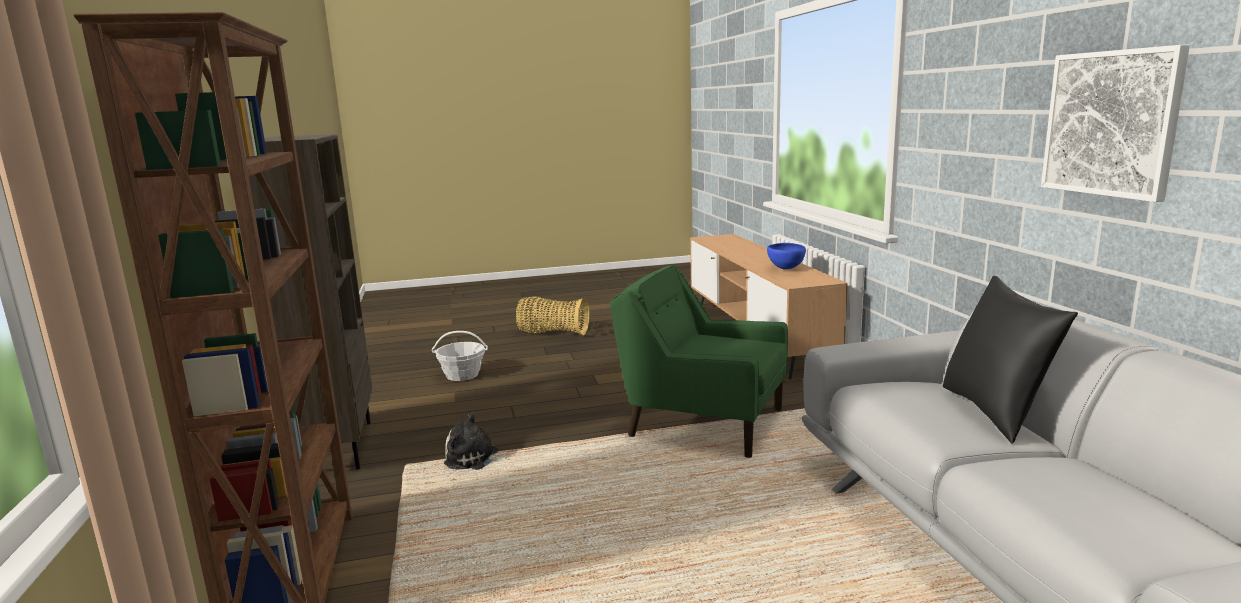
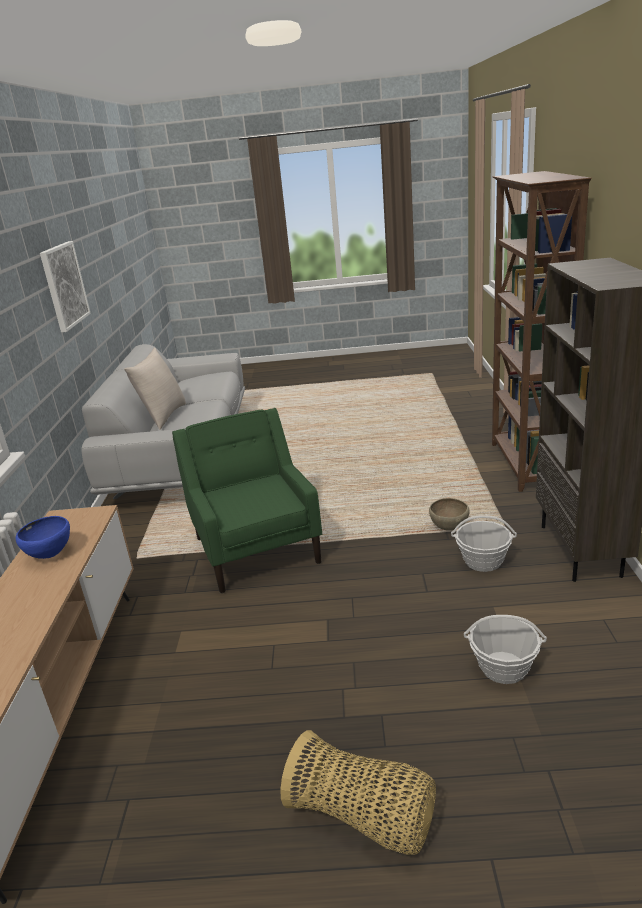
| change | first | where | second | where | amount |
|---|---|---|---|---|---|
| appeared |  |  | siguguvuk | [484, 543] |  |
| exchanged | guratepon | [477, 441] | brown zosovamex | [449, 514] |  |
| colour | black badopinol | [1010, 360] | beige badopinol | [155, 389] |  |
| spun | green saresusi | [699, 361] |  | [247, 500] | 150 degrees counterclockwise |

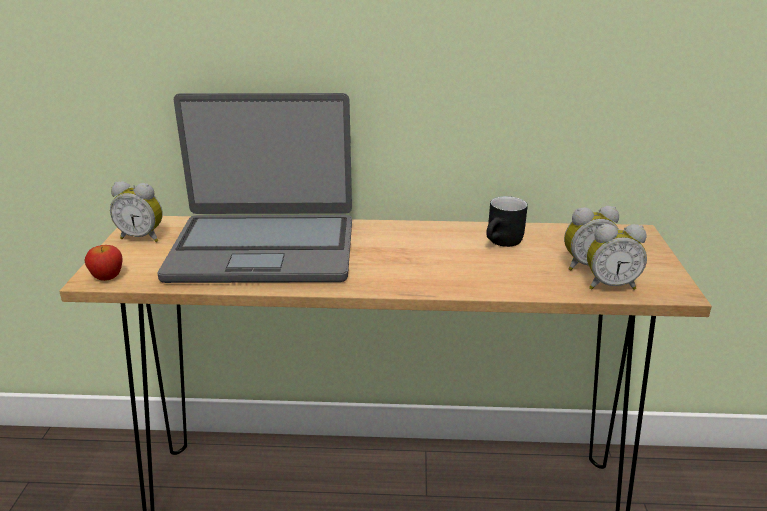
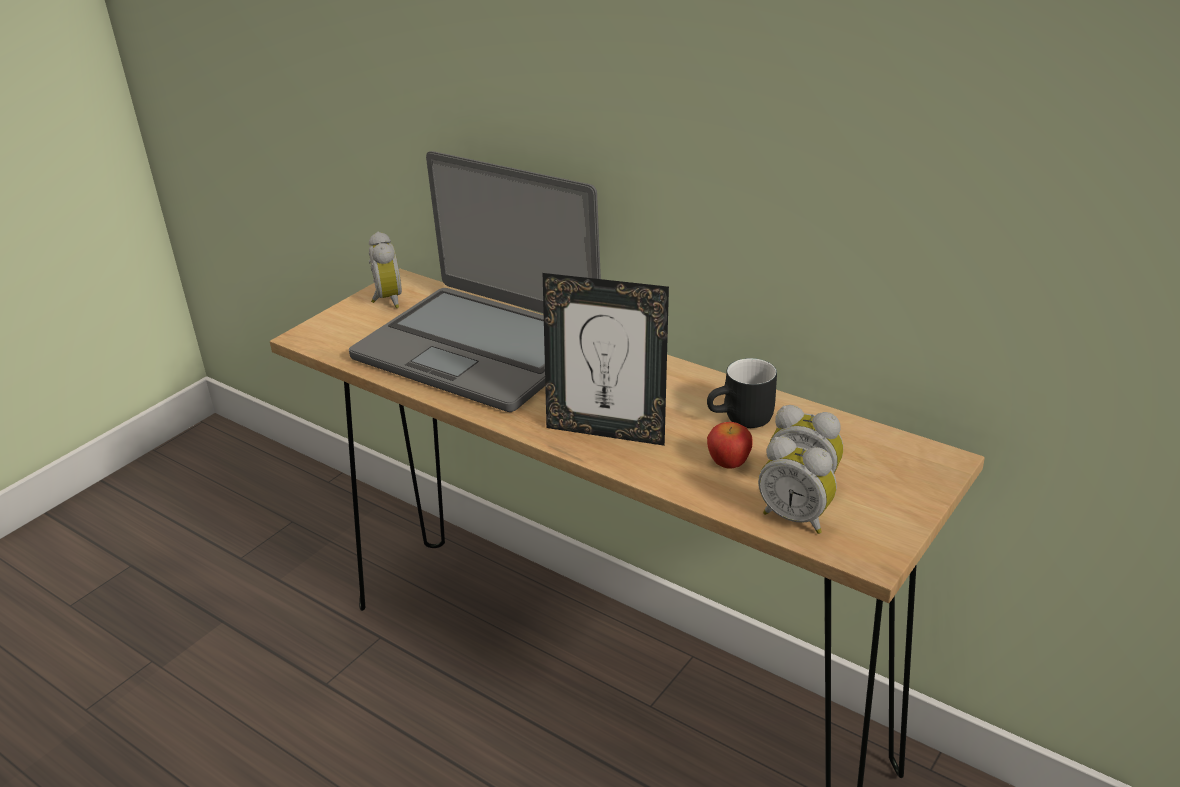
| change | first | where | second | where | amount |
|---|---|---|---|---|---|
| appeared |  |  | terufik | [606, 359] |  |
| relocated | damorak | [104, 263] |  | [730, 445] |  |
| spun | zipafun | [136, 211] |  | [385, 269] | 150 degrees counterclockwise |

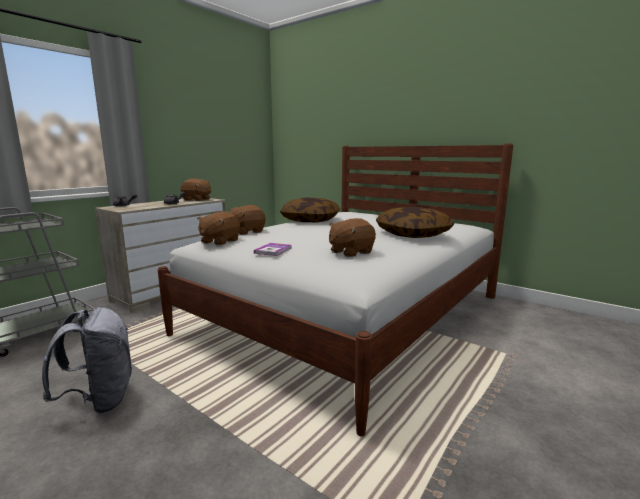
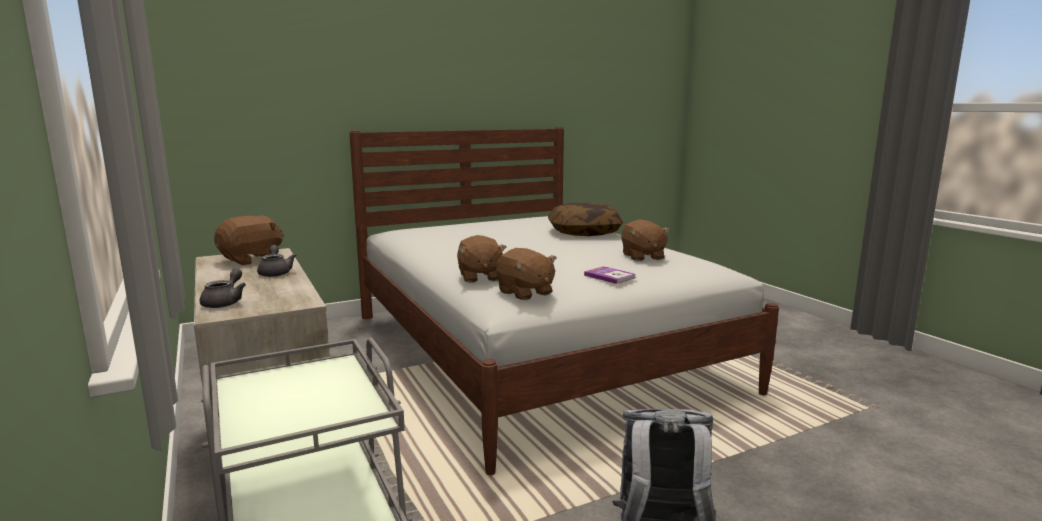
| change | first | where | second | where | amount |
|---|---|---|---|---|---|
| missing | badopinol | [310, 210] |  |  |  |

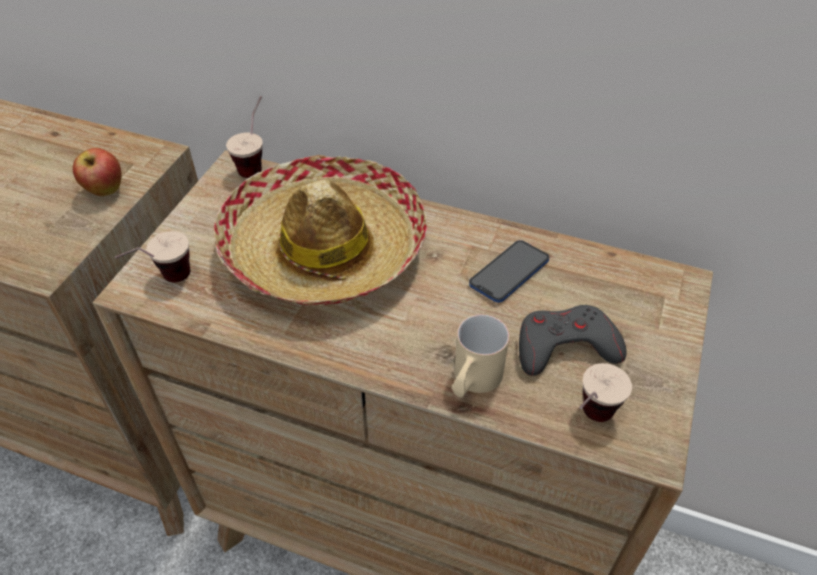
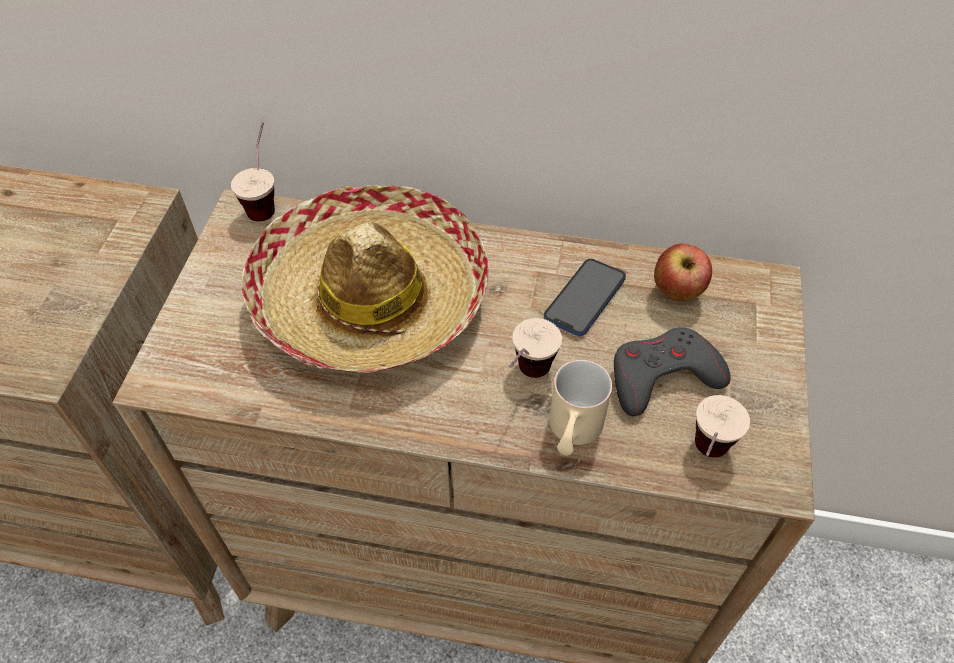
| change | first | where | second | where | amount |
|---|---|---|---|---|---|
| relocated | damorak | [97, 172] |  | [683, 272] |  |
| relocated | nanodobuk | [152, 257] |  | [535, 348] |  |

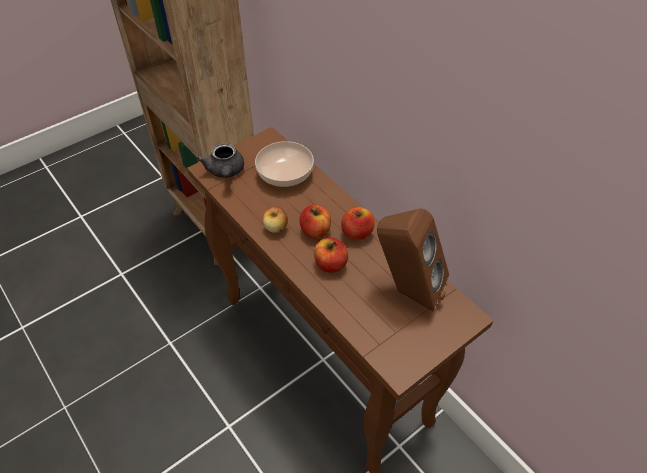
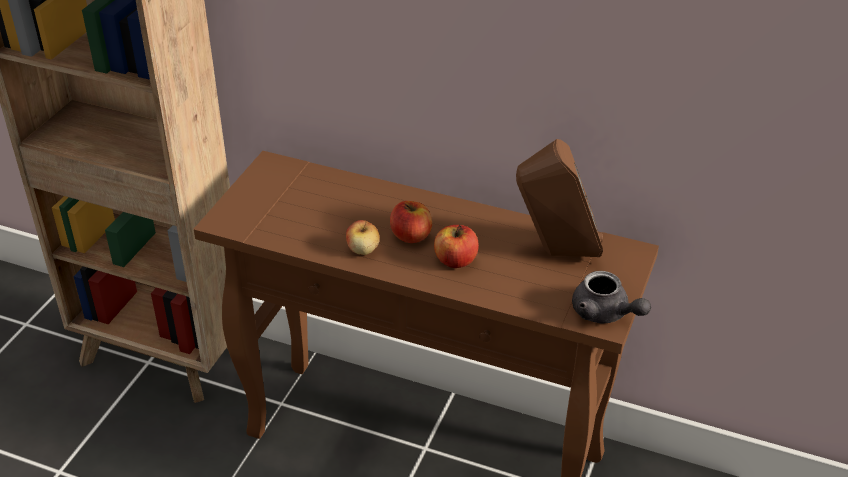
| change | first | where | second | where | amount |
|---|---|---|---|---|---|
| missing | zosovamex | [284, 164] |  |  |  |
| missing | damorak | [358, 224] |  |  |  |
| relocated | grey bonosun | [220, 160] |  | [611, 297] |  |

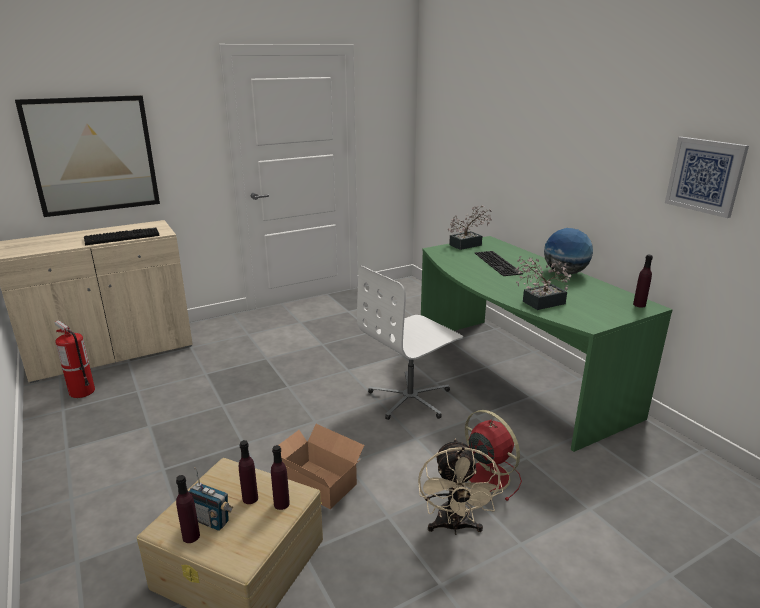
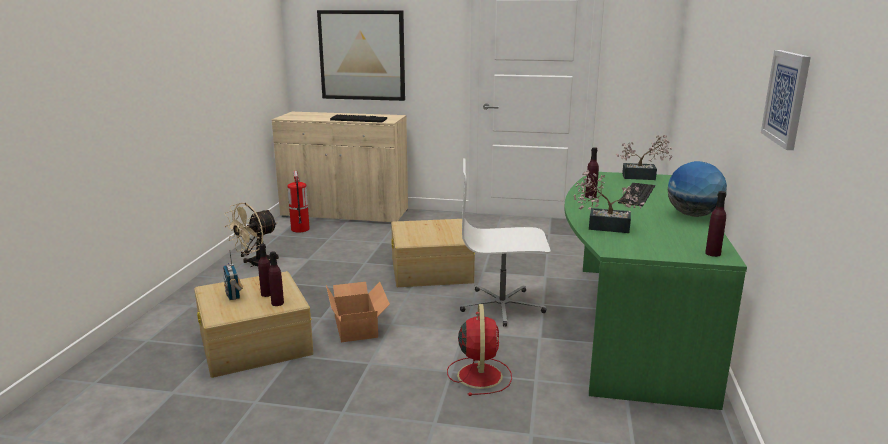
| change | first | where | second | where | amount |
|---|---|---|---|---|---|
| appeared |  |  | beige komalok | [433, 253] |  |
| relocated | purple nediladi | [188, 509] |  | [592, 173] |  |
| relocated | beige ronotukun | [460, 487] |  | [251, 235] |  |

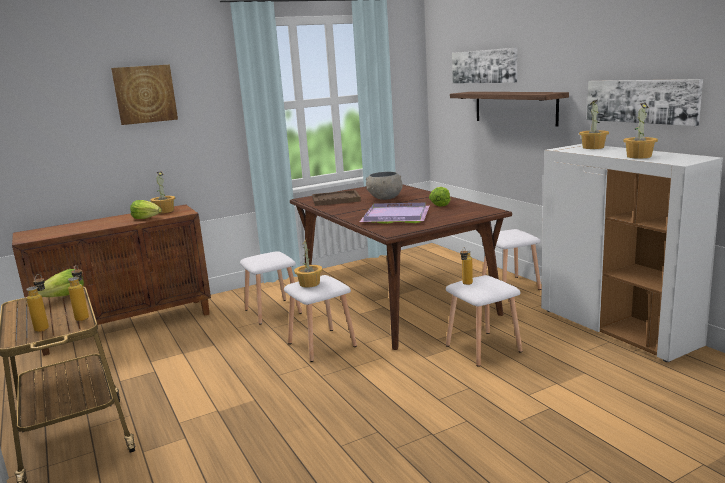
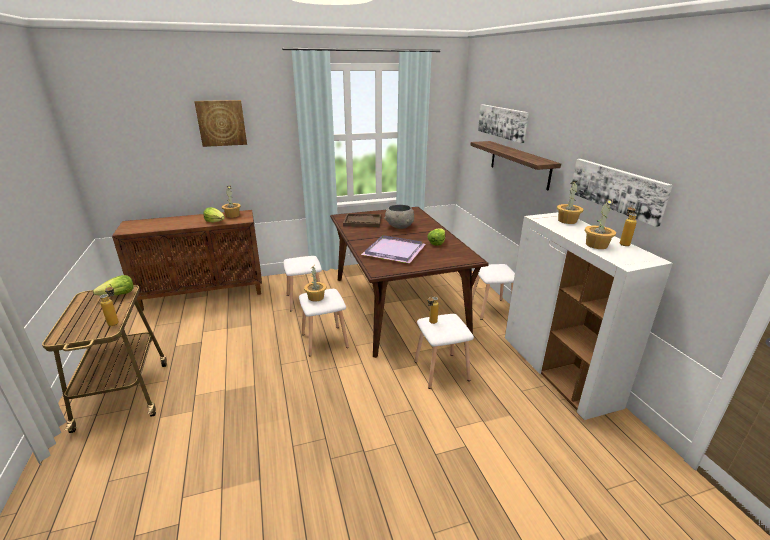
| change | first | where | second | where | amount |
|---|---|---|---|---|---|
| relocated | nediladi | [37, 303] |  | [628, 225] |  |

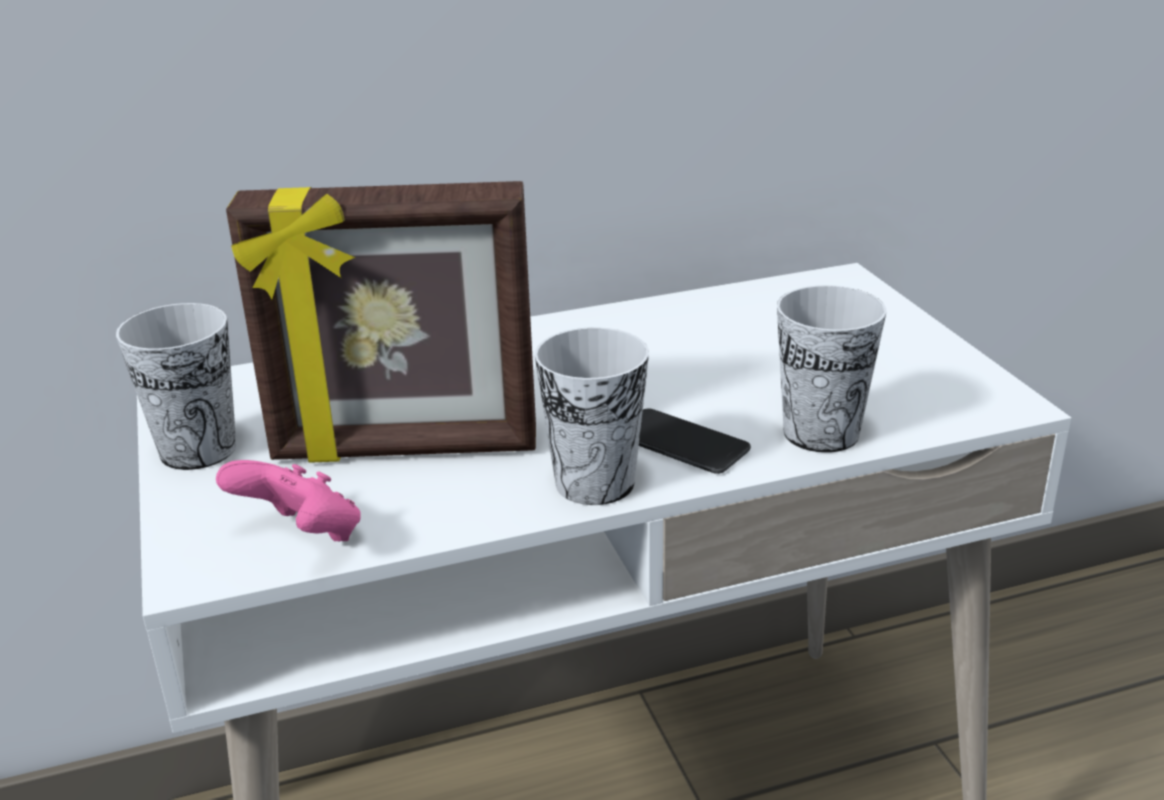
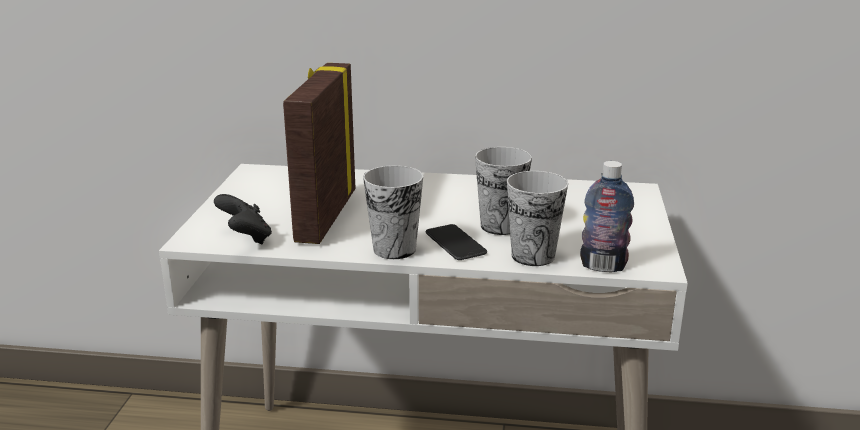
| change | first | where | second | where | amount |
|---|---|---|---|---|---|
| appeared |  |  | nediladi | [607, 216] |  |
| relocated | nanodobuk | [176, 386] |  | [503, 191] |  |
| colour | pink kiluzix | [288, 500] | black kiluzix | [243, 219] |  |
| spun | terufik | [381, 322] |  | [319, 153] | 75 degrees clockwise |

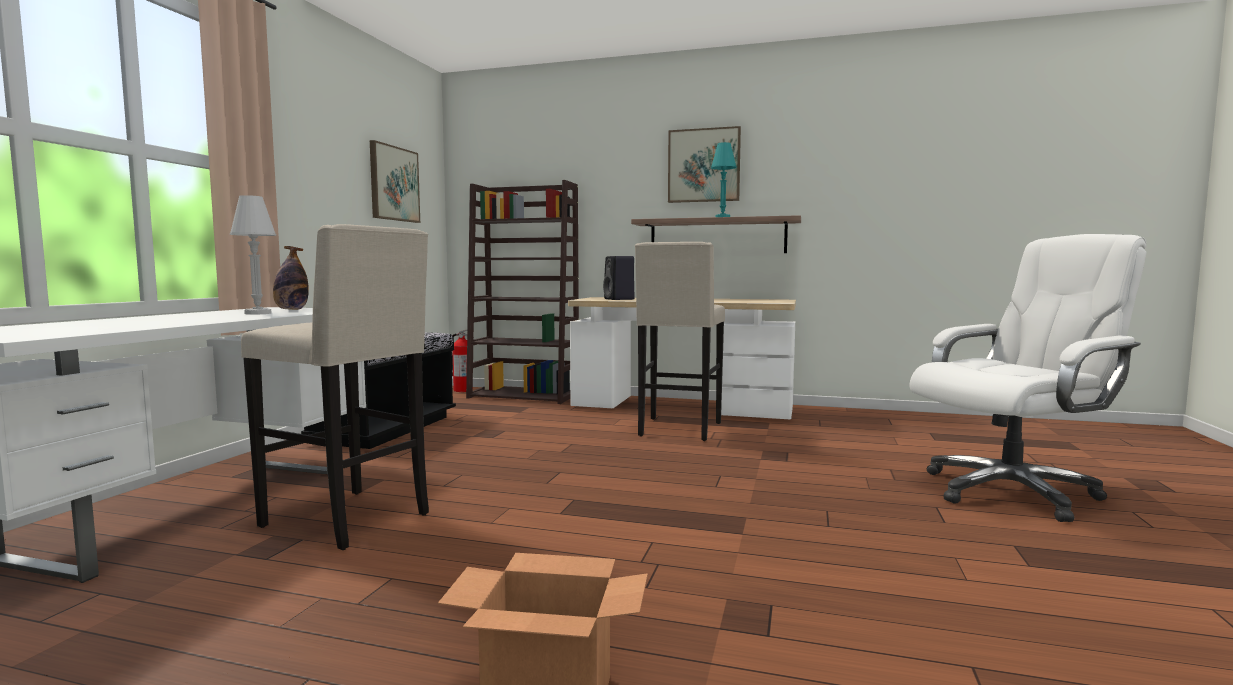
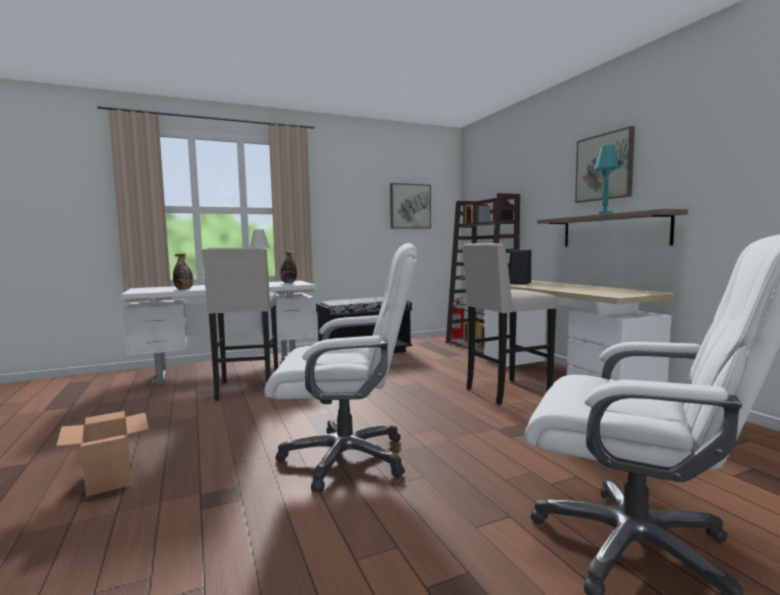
| change | first | where | second | where | amount |
|---|---|---|---|---|---|
| appeared |  |  | nediladi | [183, 272] |  |
| appeared |  |  | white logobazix | [341, 367] |  |

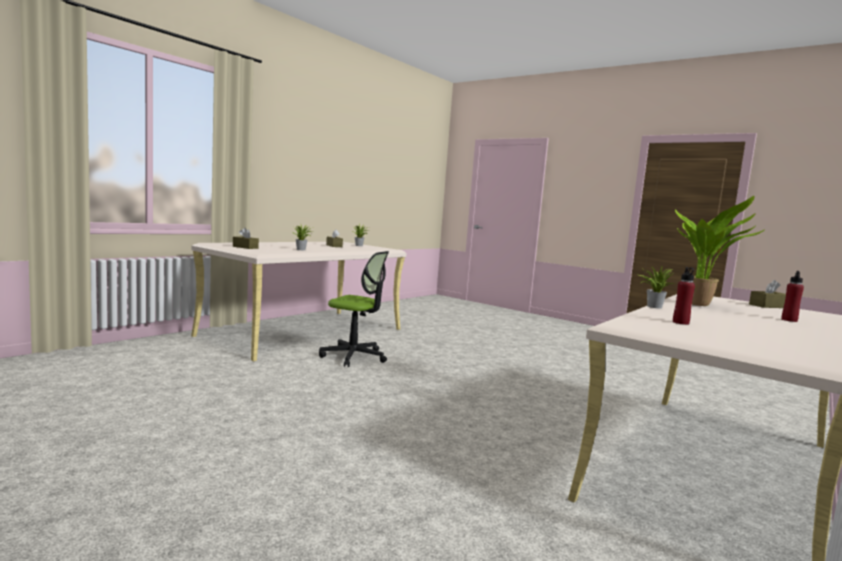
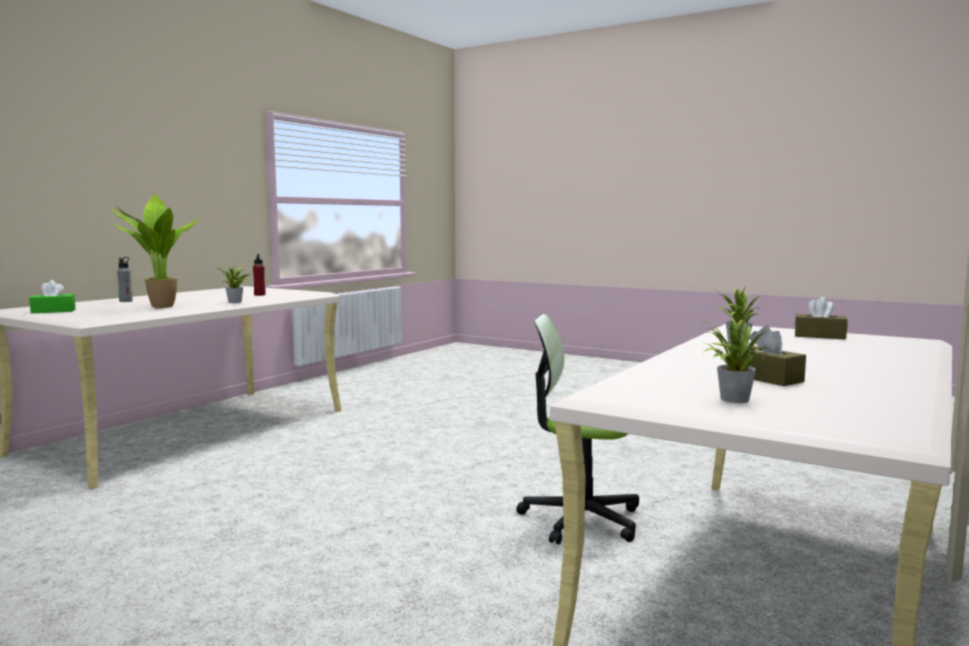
| change | first | where | second | where | amount |
|---|---|---|---|---|---|
| colour | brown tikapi | [767, 294] | green tikapi | [52, 296] |  |
| colour | red nediladi | [792, 296] | grey nediladi | [124, 279] |  |

